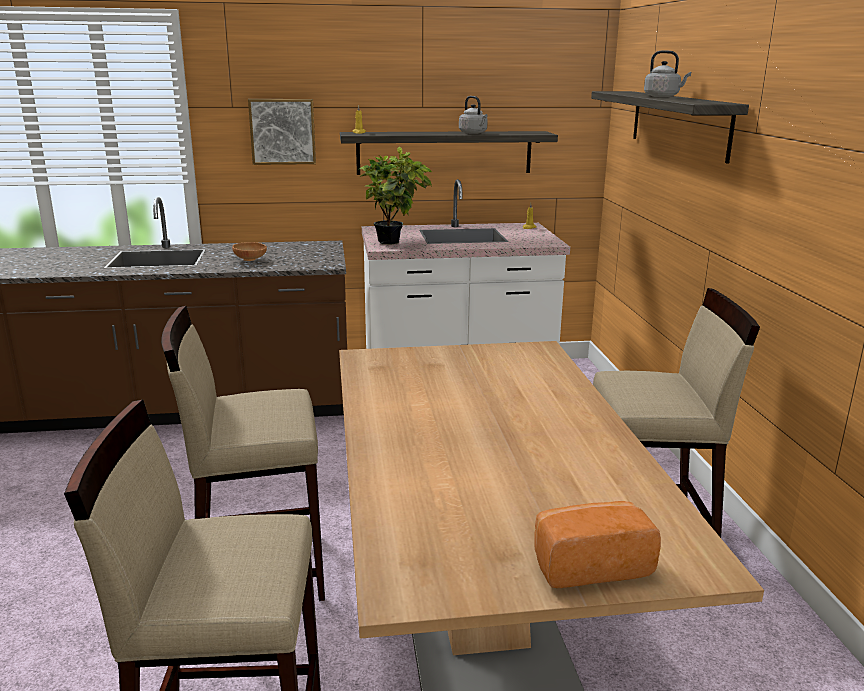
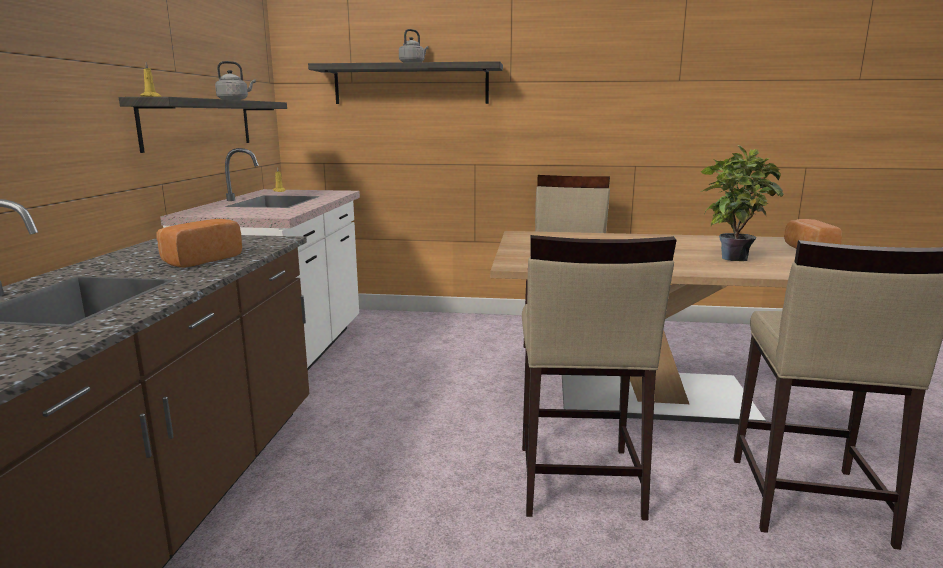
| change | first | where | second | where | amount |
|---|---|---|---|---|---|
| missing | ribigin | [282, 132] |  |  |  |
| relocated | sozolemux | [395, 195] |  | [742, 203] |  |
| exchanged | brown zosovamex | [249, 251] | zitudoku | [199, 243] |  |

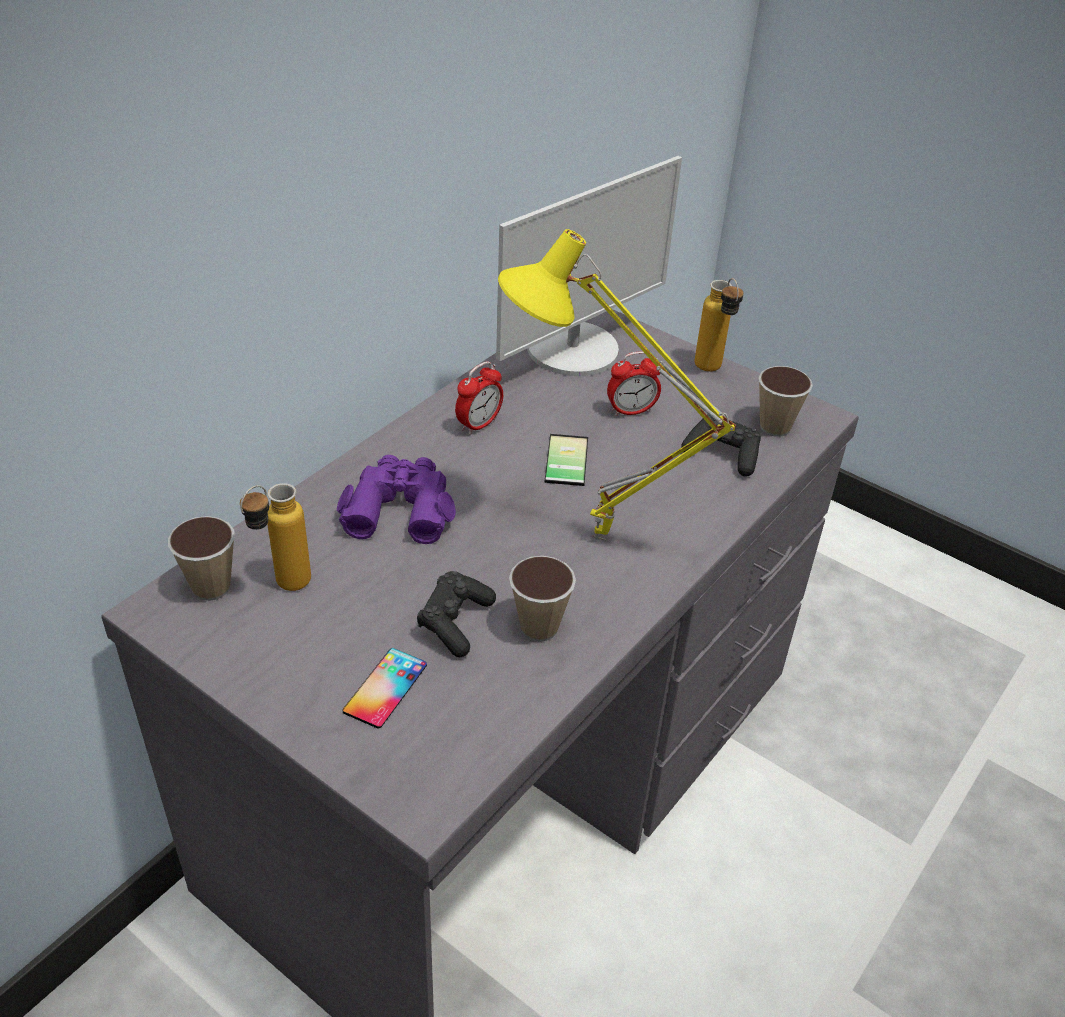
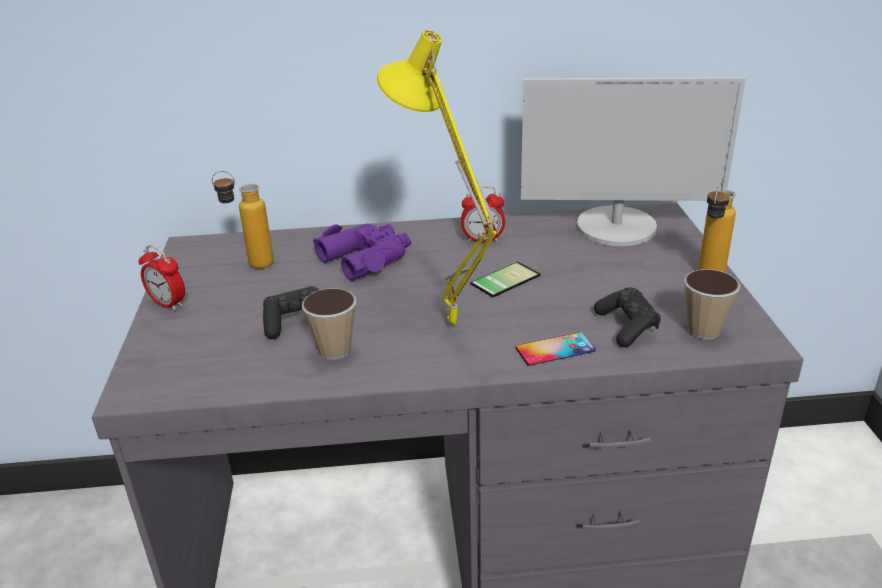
| change | first | where | second | where | amount |
|---|---|---|---|---|---|
| missing | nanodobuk | [201, 558] |  |  |  |
| relocated | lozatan | [384, 688] |  | [556, 349] |  |
| relocated | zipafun | [634, 383] |  | [161, 278] |  |

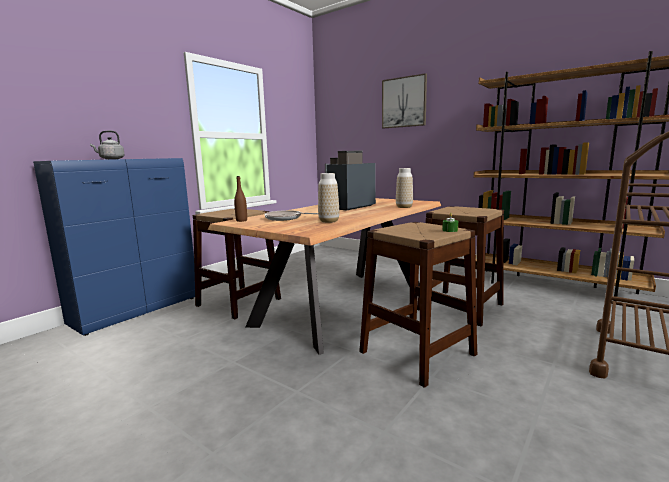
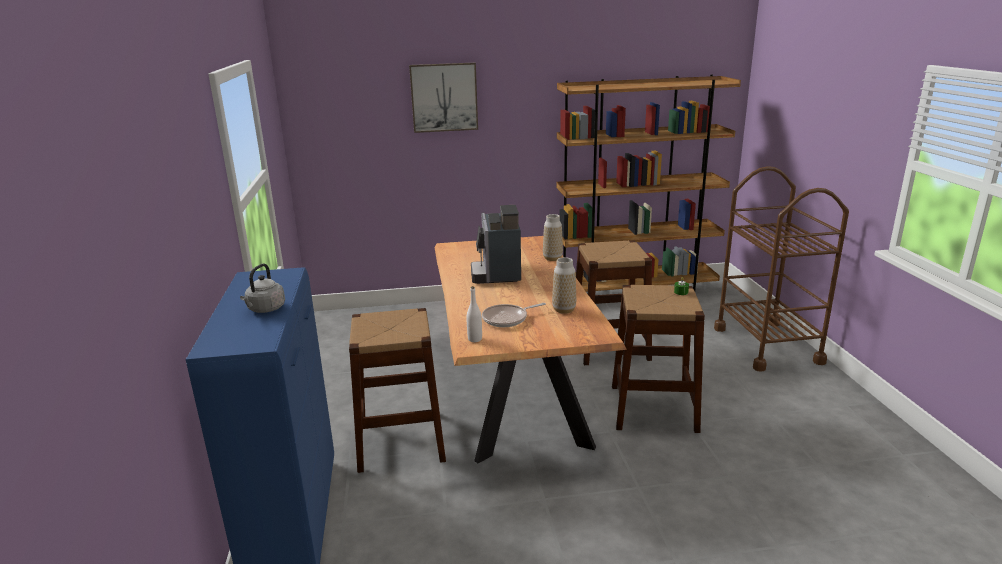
| change | first | where | second | where | amount |
|---|---|---|---|---|---|
| colour | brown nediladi | [240, 199] | white nediladi | [474, 314] |  |

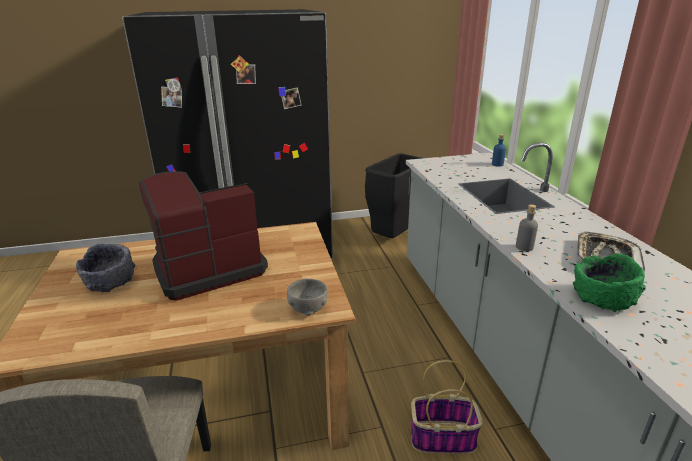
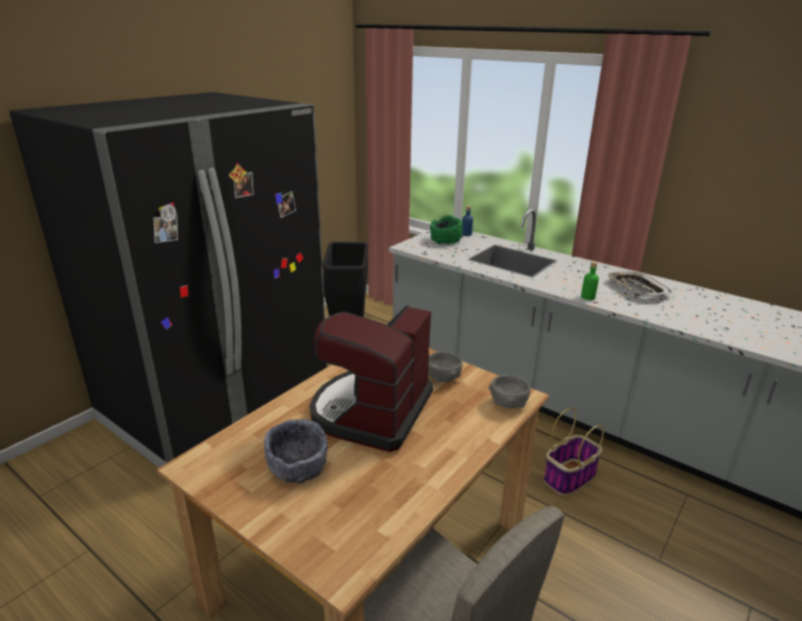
| change | first | where | second | where | amount |
|---|---|---|---|---|---|
| appeared |  |  | grey zosovamex | [445, 366] |  |
| relocated | green zosovamex | [609, 282] |  | [446, 229] |  |
| colour | grey nediladi | [527, 228] | green nediladi | [590, 281] |  |

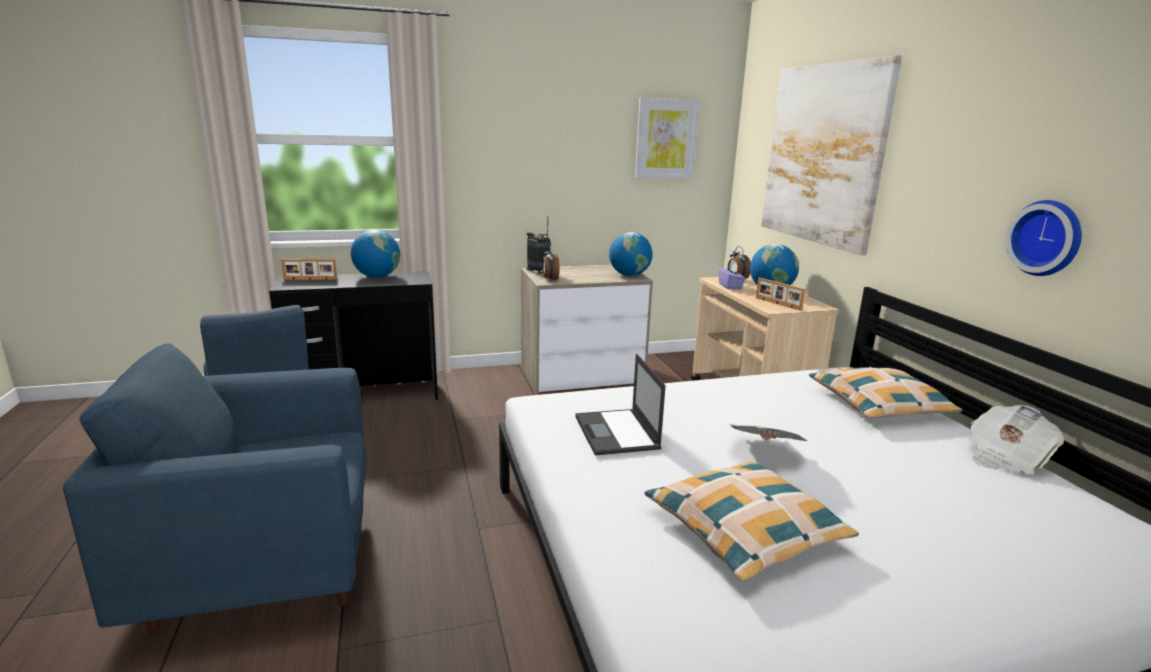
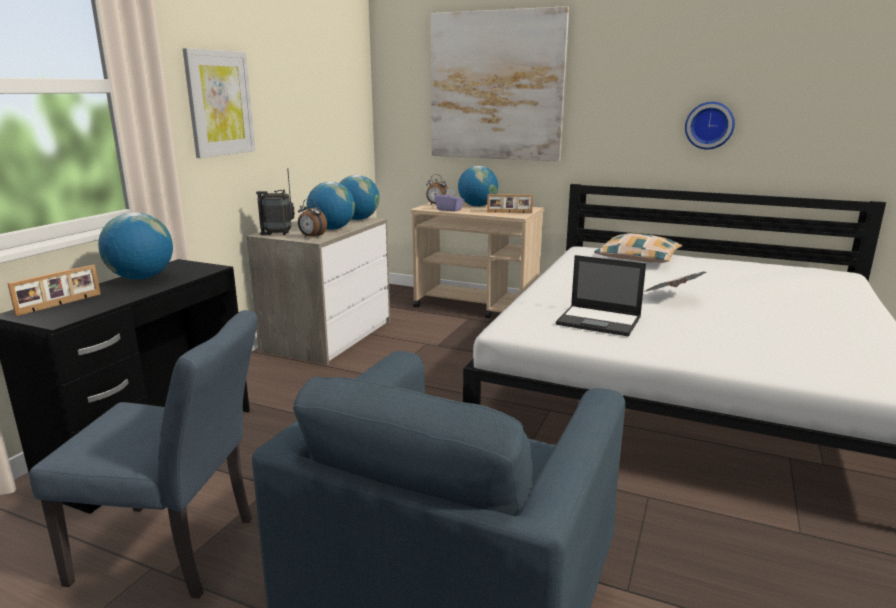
| change | first | where | second | where | amount |
|---|---|---|---|---|---|
| missing | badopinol | [751, 521] |  |  |  |
| missing | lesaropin | [1016, 439] |  |  |  |
| appeared |  |  | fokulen | [330, 205] |  |
| relocated | ribigin | [667, 138] |  | [219, 103] |  |

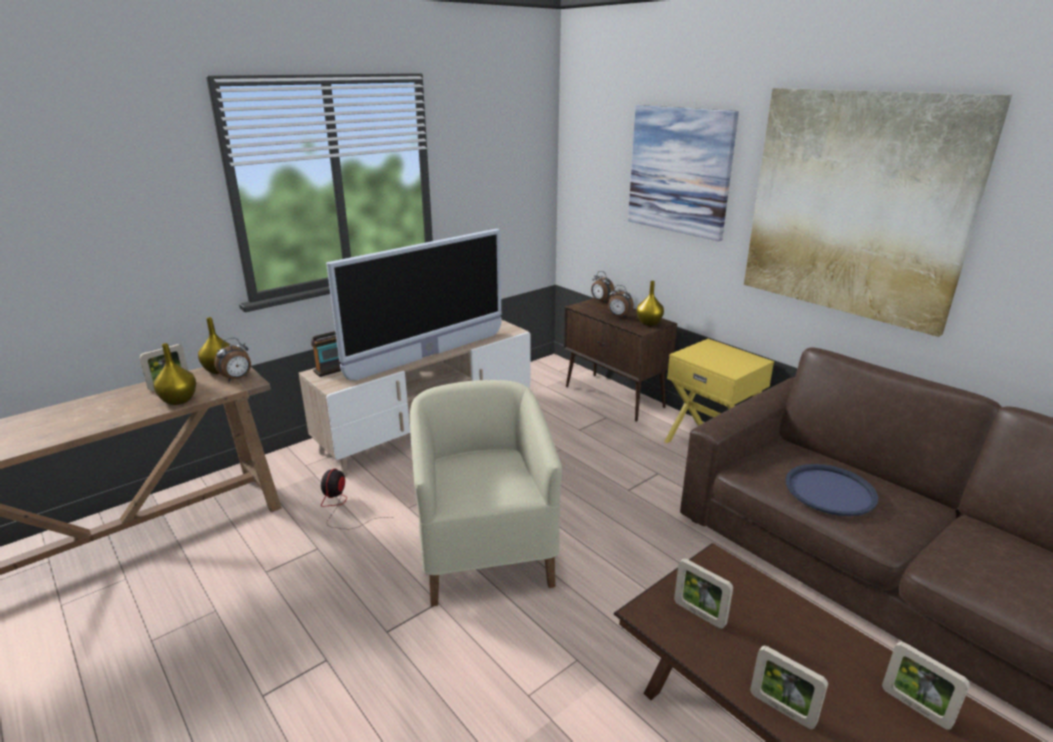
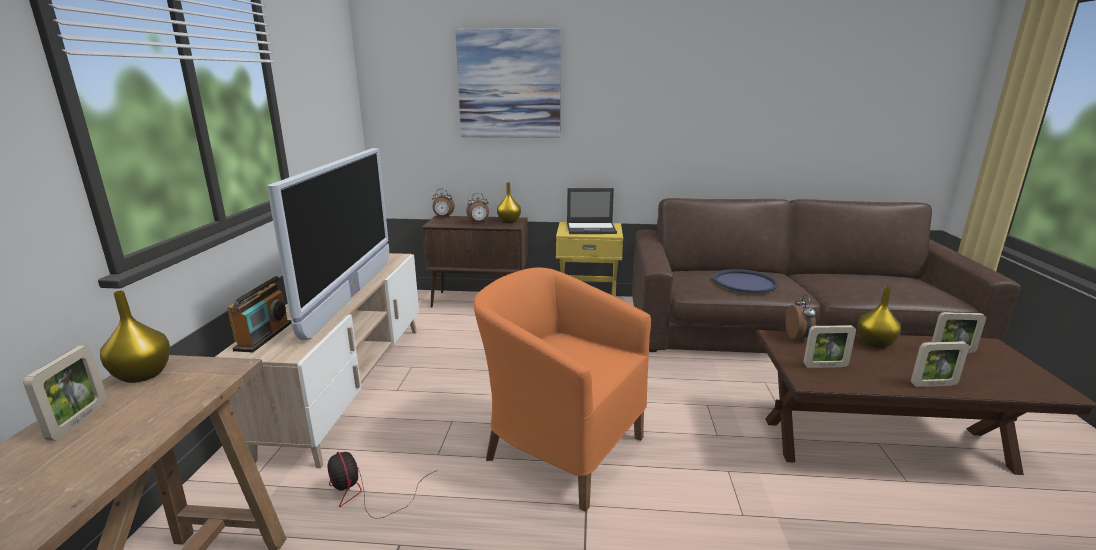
| change | first | where | second | where | amount |
|---|---|---|---|---|---|
| missing | ribigin | [878, 212] |  |  |  |
| appeared |  |  | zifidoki | [592, 211] |  |
| relocated | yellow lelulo | [174, 374] |  | [879, 317] |  |
| relocated | zipafun | [232, 360] |  | [800, 318] |  |
| colour | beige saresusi | [486, 493] | orange saresusi | [562, 389] |  |

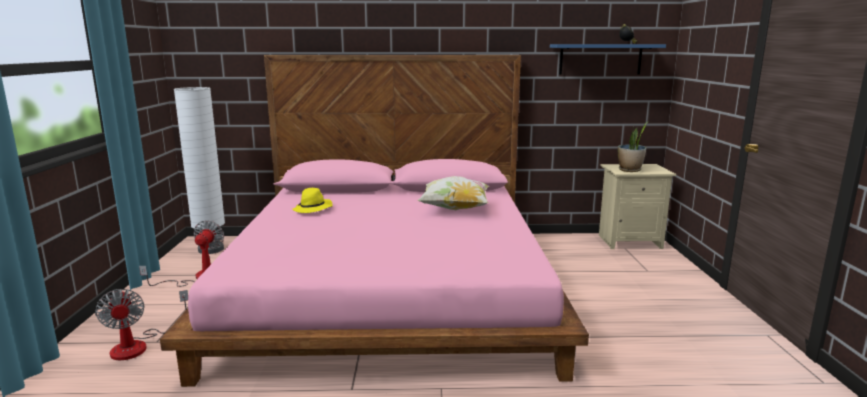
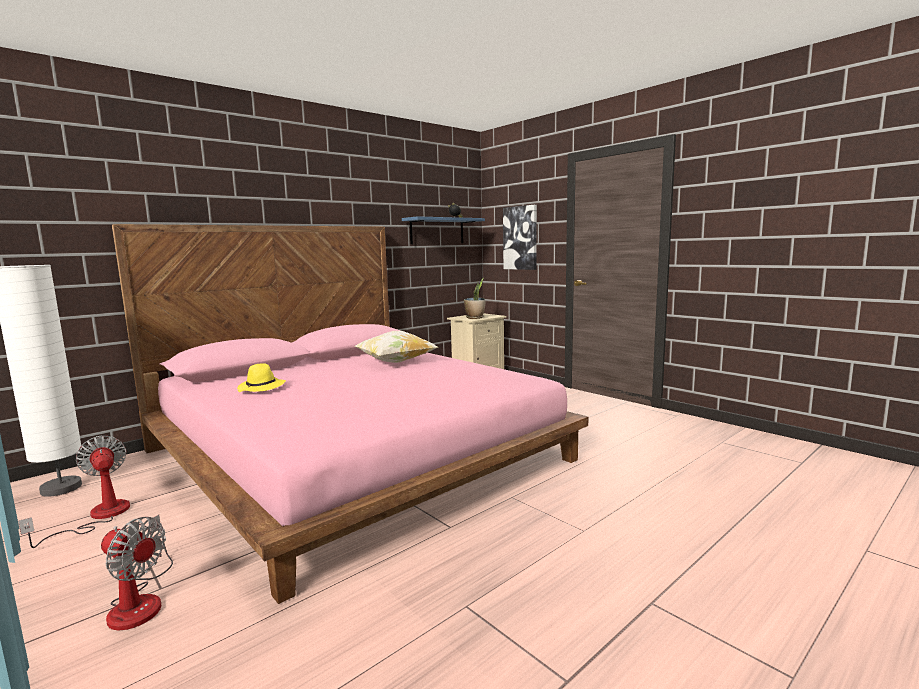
| change | first | where | second | where | amount |
|---|---|---|---|---|---|
| appeared |  |  | ribigin | [520, 237] |  |

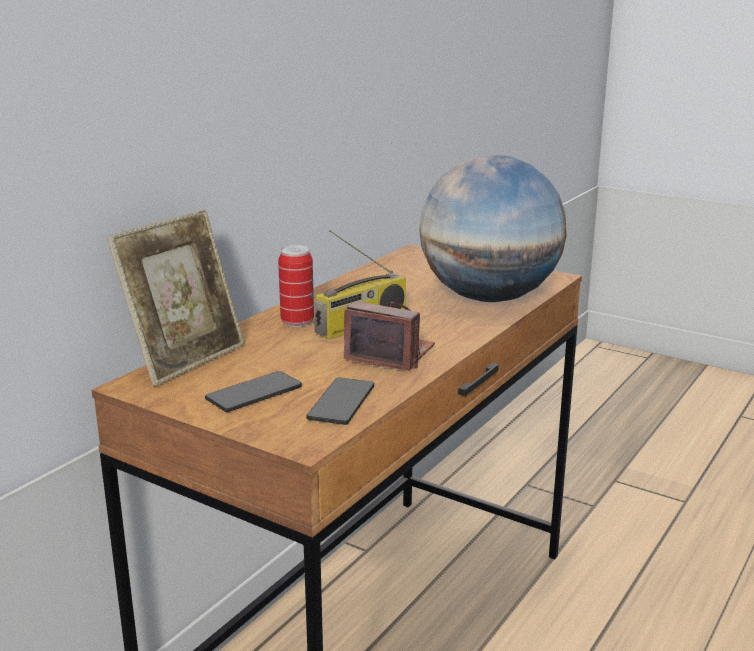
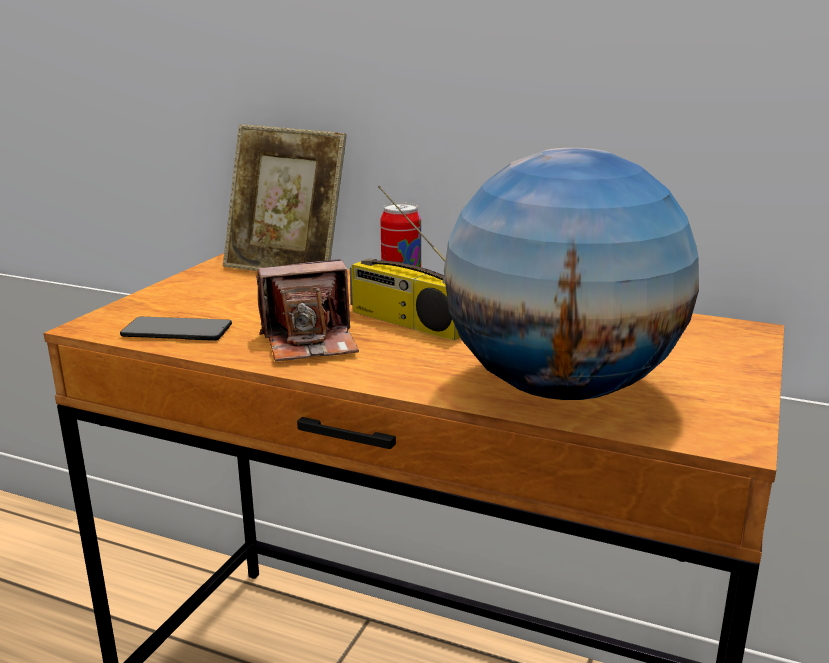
| change | first | where | second | where | amount |
|---|---|---|---|---|---|
| missing | lozatan | [253, 391] |  |  |  |
| spun | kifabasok | [389, 336] |  | [307, 310] | 60 degrees clockwise |

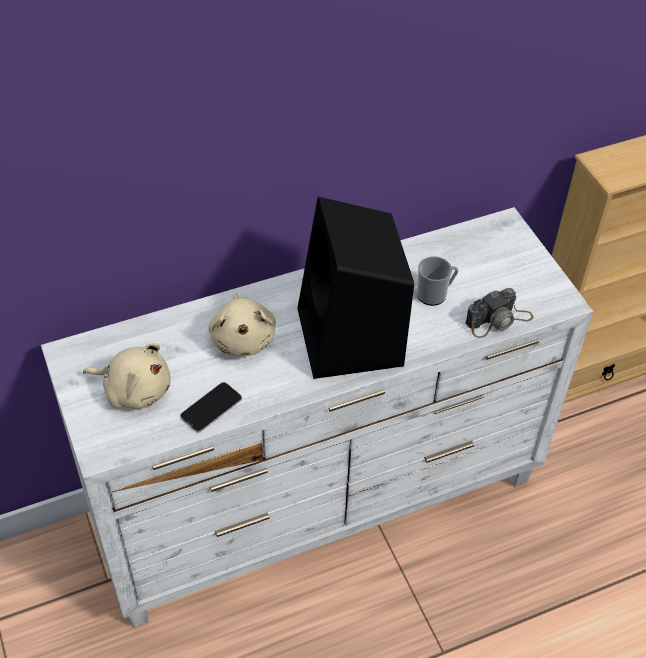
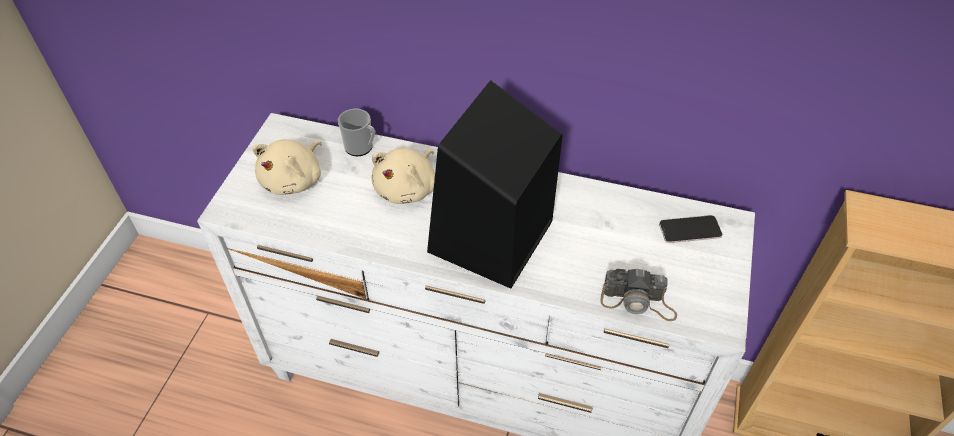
| change | first | where | second | where | amount |
|---|---|---|---|---|---|
| relocated | lozatan | [211, 407] |  | [691, 229] |  |
| relocated | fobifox | [437, 281] |  | [356, 132] |  |
| spun | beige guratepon | [127, 376] |  | [287, 167] | 60 degrees clockwise |

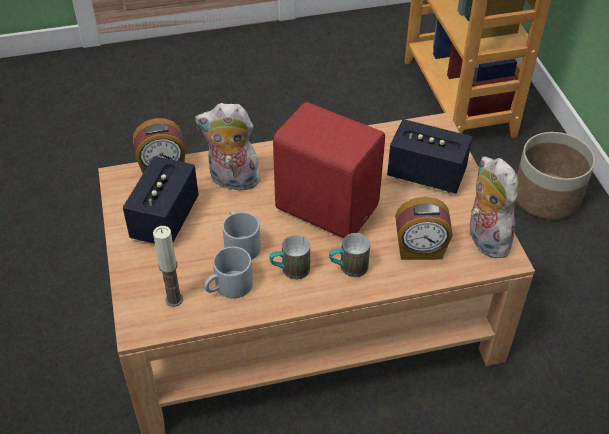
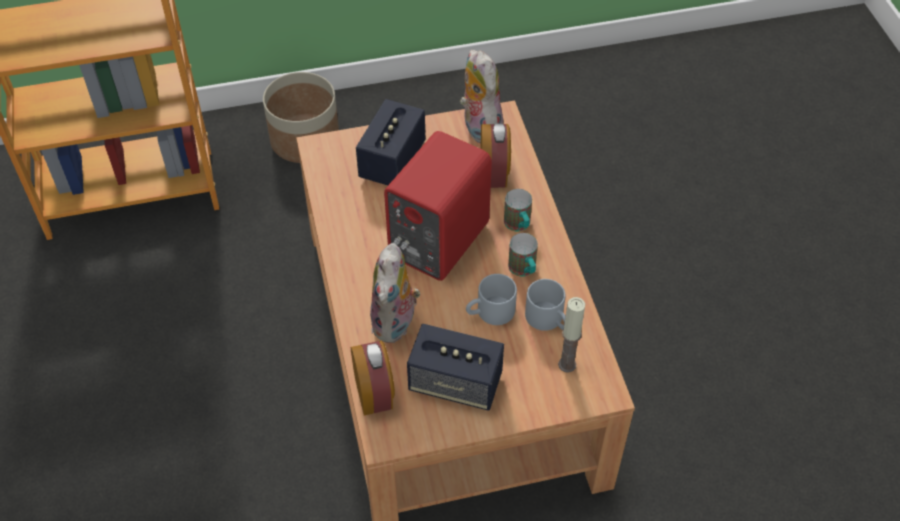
| change | first | where | second | where | amount |
|---|---|---|---|---|---|
| spun | guratepon | [493, 207] |  | [482, 97] | 90 degrees clockwise |

